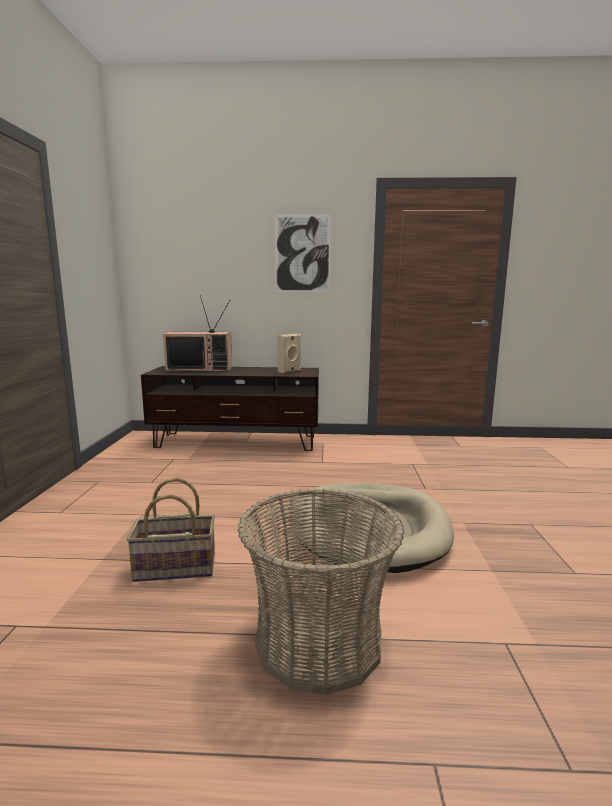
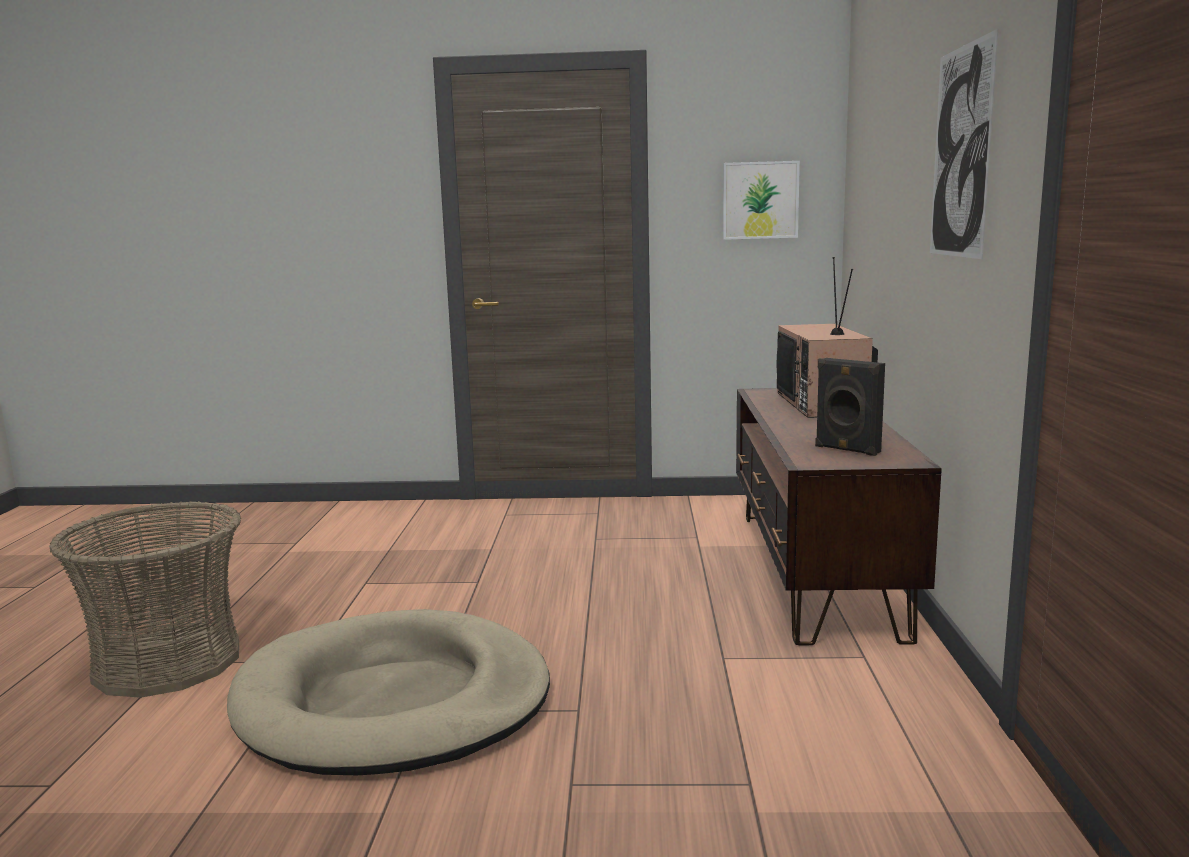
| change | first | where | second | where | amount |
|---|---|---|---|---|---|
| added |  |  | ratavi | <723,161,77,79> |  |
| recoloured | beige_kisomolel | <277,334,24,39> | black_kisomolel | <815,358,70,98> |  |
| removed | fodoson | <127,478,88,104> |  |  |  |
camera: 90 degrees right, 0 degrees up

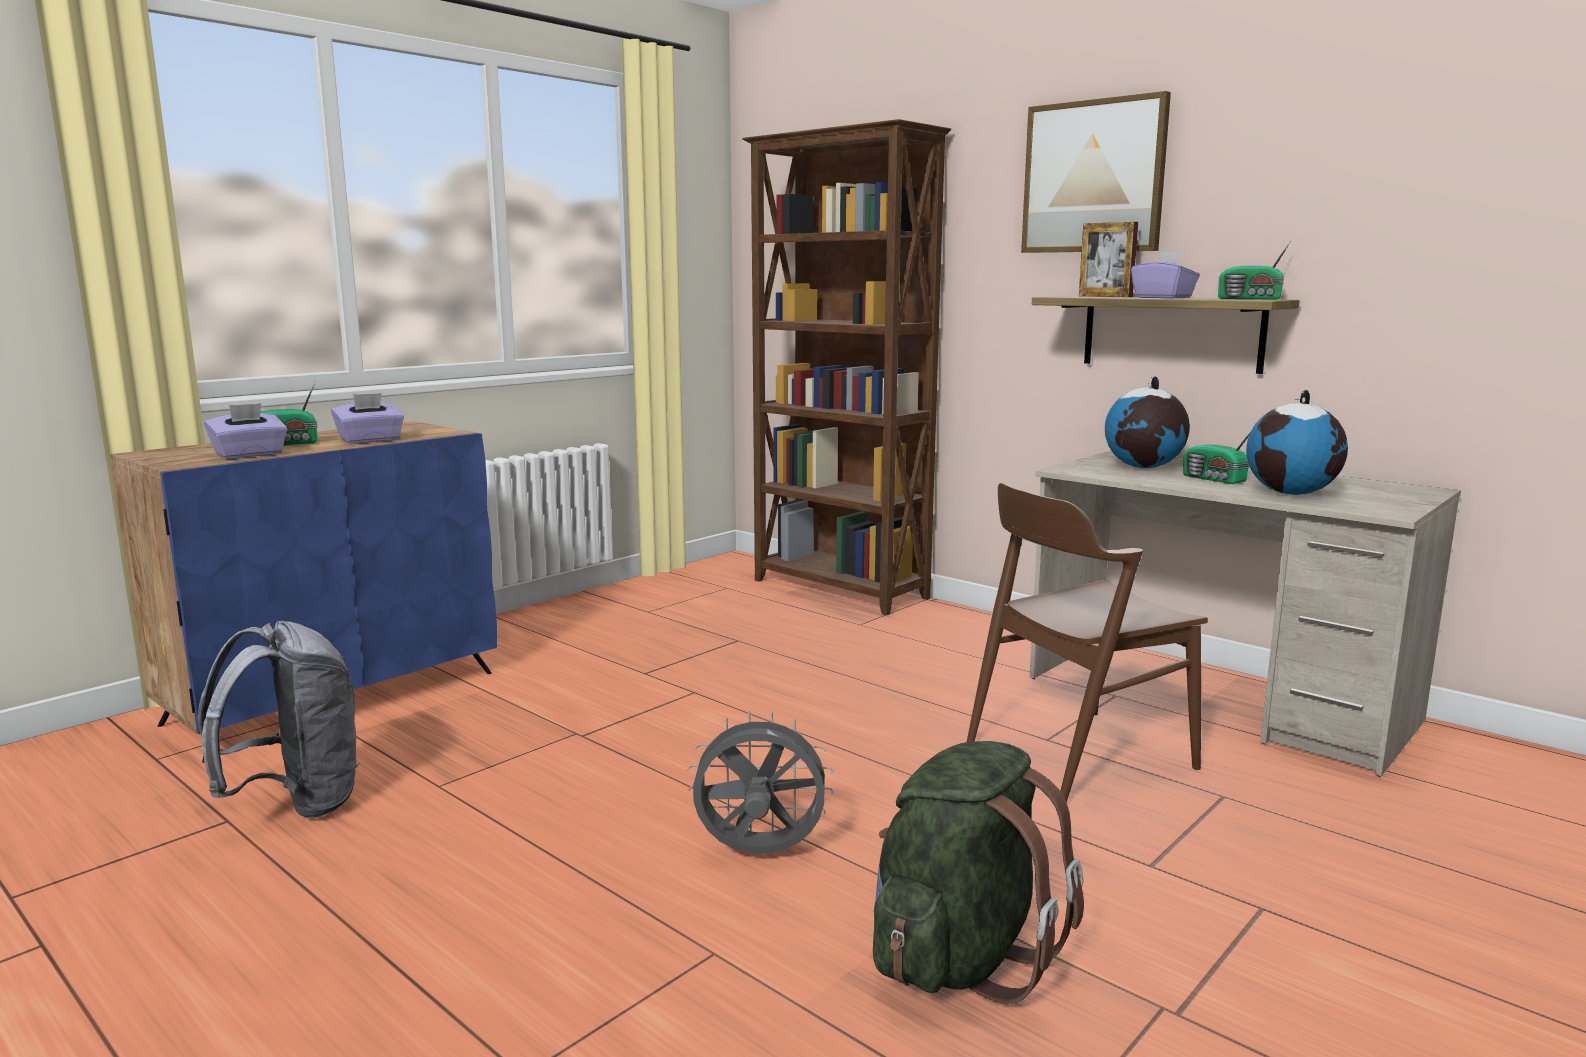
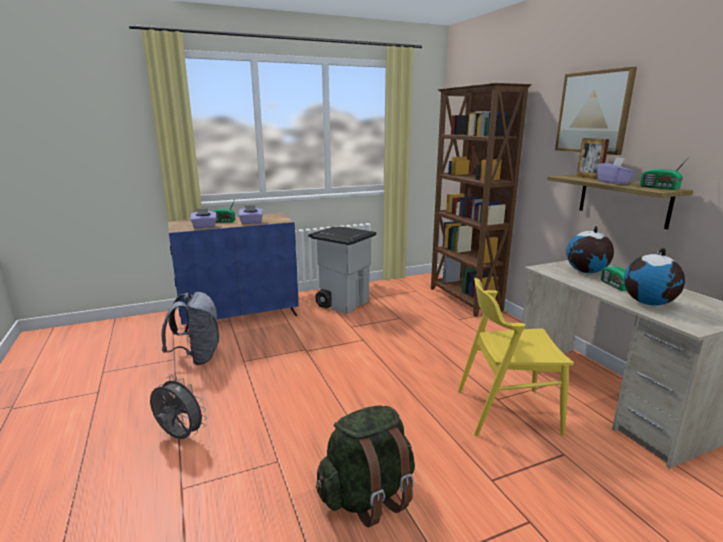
| change | first | where | second | where | amount |
|---|---|---|---|---|---|
| moved | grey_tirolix | <688,711,146,143> |  | <150,376,57,63> |  |
| added |  |  | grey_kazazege | <308,226,68,88> |  |
| recoloured | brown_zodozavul | <967,483,241,320> | yellow_zodozavul | <458,278,116,158> |  |
camera: 25 degrees right, 5 degrees up

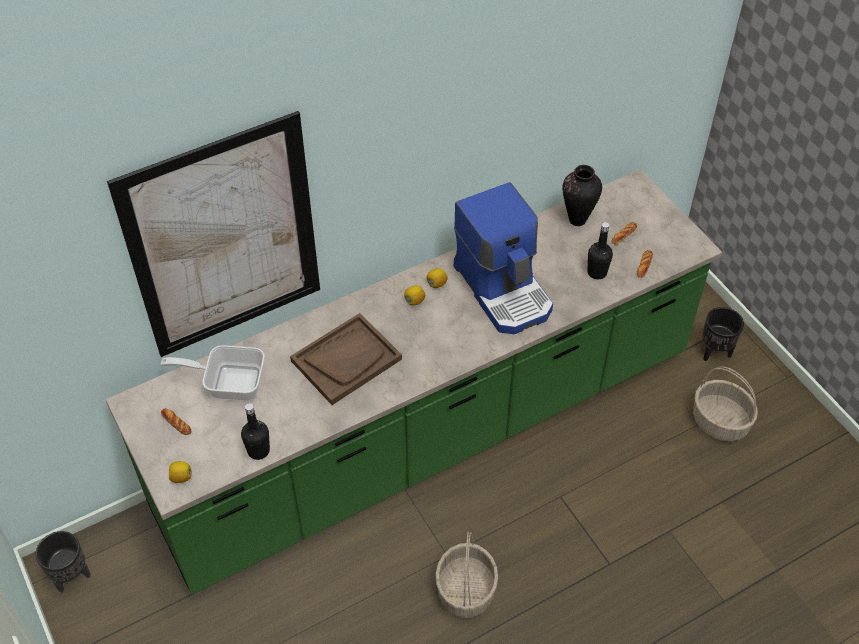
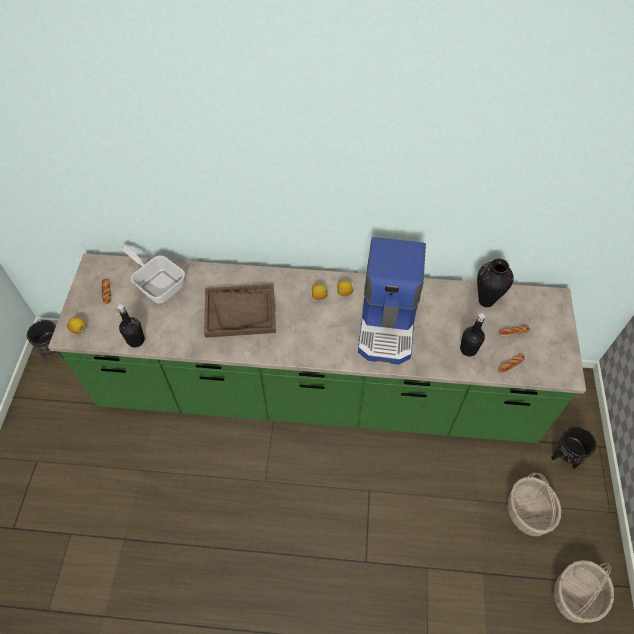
| change | first | where | second | where | amount |
|---|---|---|---|---|---|
| moved | fodoson | <435,532,63,86> |  | <554,560,60,63> |  |
| removed | ratavi | <107,111,213,246> |  |  |  |
camera: 35 degrees right, 5 degrees up

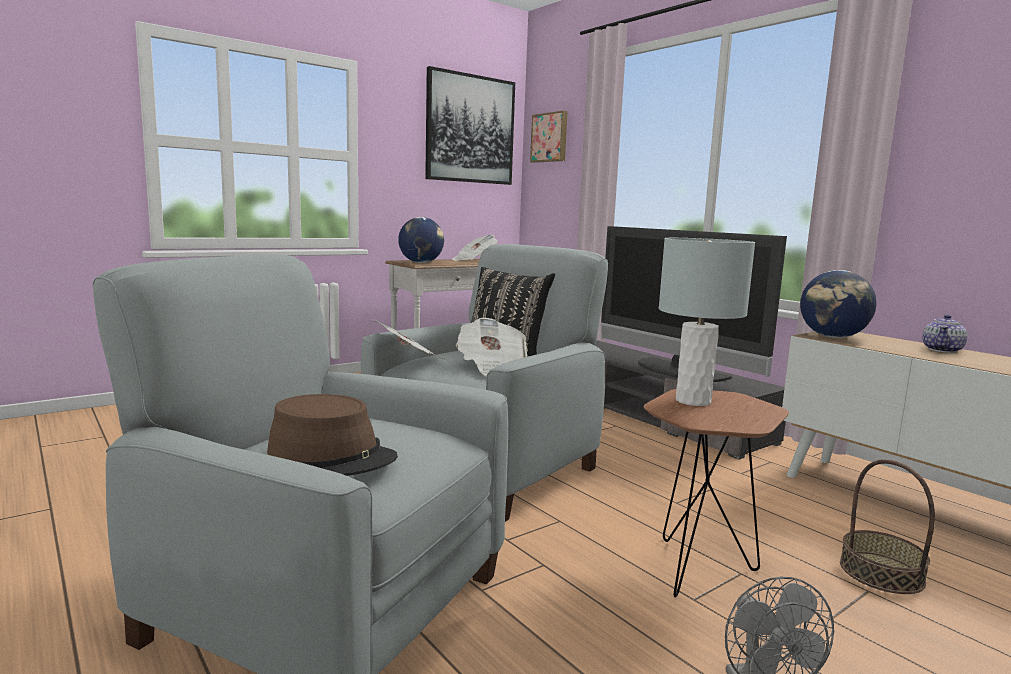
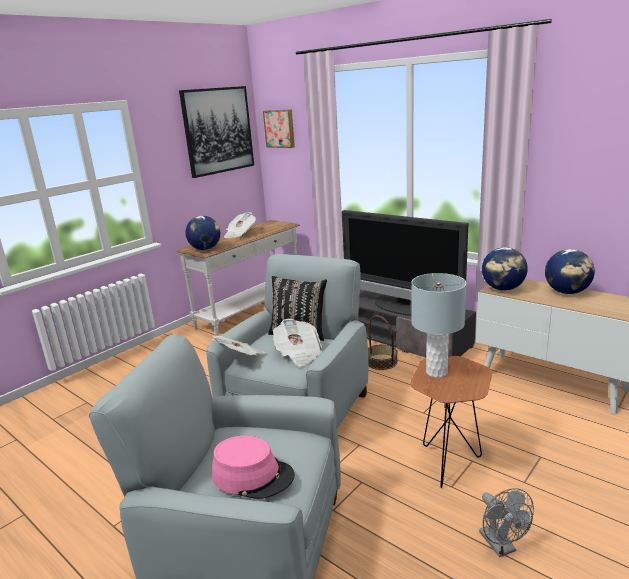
| change | first | where | second | where | amount |
|---|---|---|---|---|---|
| recoloured | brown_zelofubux | <267,394,131,82> | pink_zelofubux | <212,436,83,63> |  |
| moved | fodoson | <840,459,95,135> |  | <368,315,30,55> |  |
| replaced | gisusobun | <923,314,44,39> | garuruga | <545,249,50,45> |  |
camera: 10 degrees left, 10 degrees up

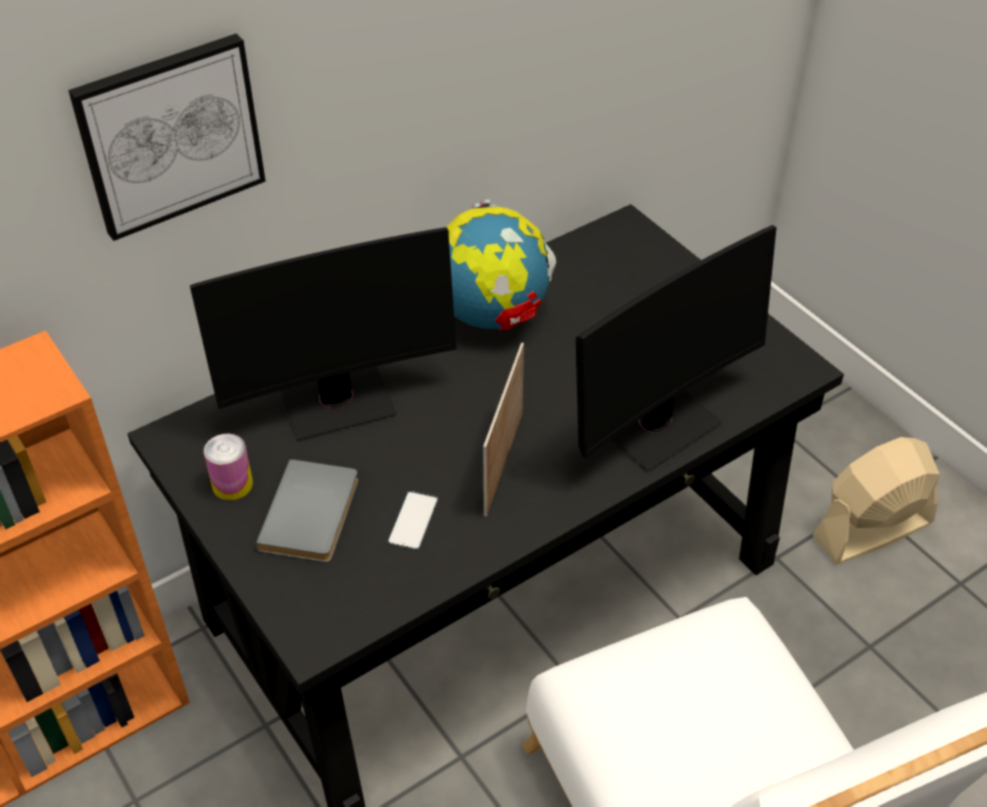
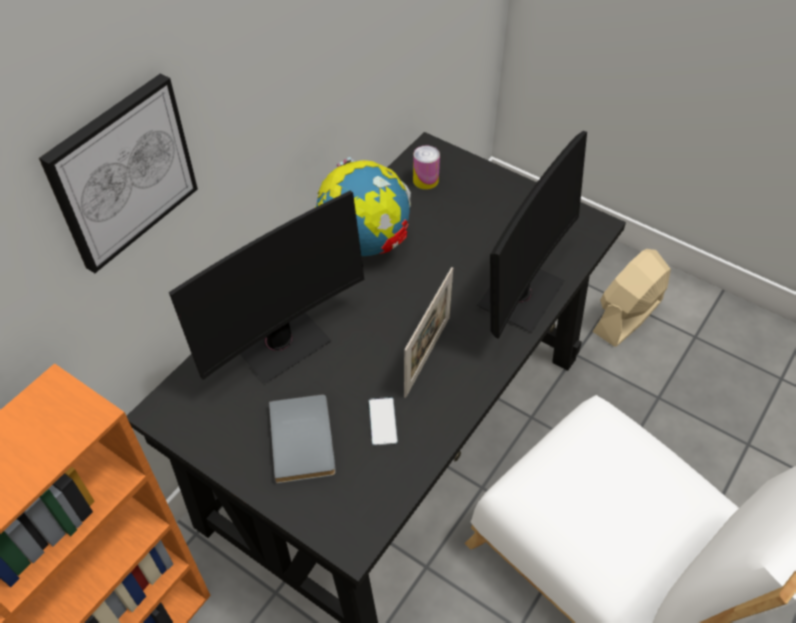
| change | first | where | second | where | amount |
|---|---|---|---|---|---|
| turned | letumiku | <483,343,41,173> |  | <404,267,49,131> | 150 degrees counterclockwise |
| moved | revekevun | <204,434,49,66> |  | <413,146,27,44> |  |
camera: 20 degrees left, 5 degrees up

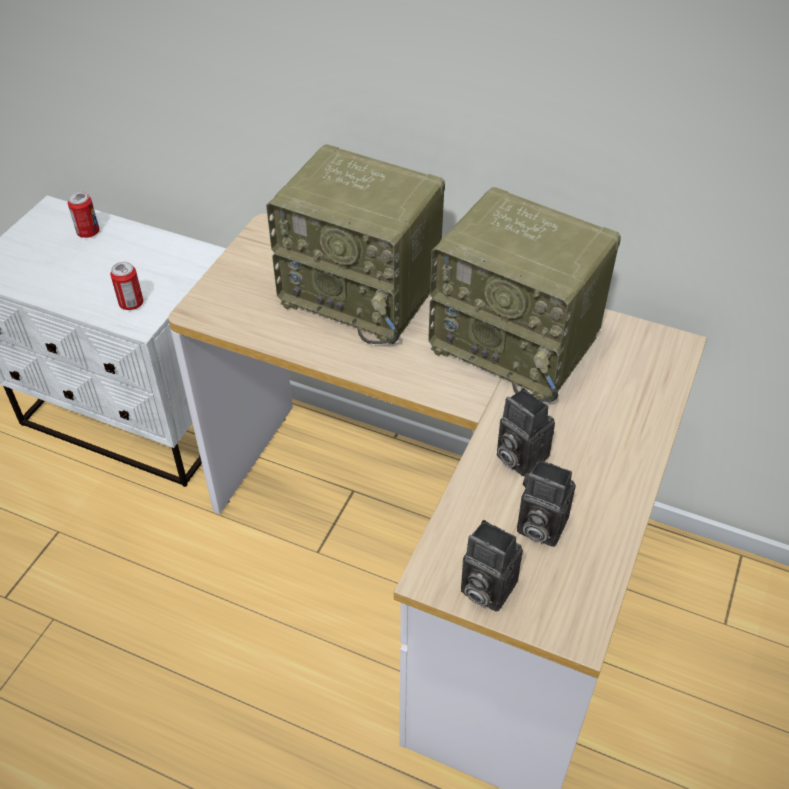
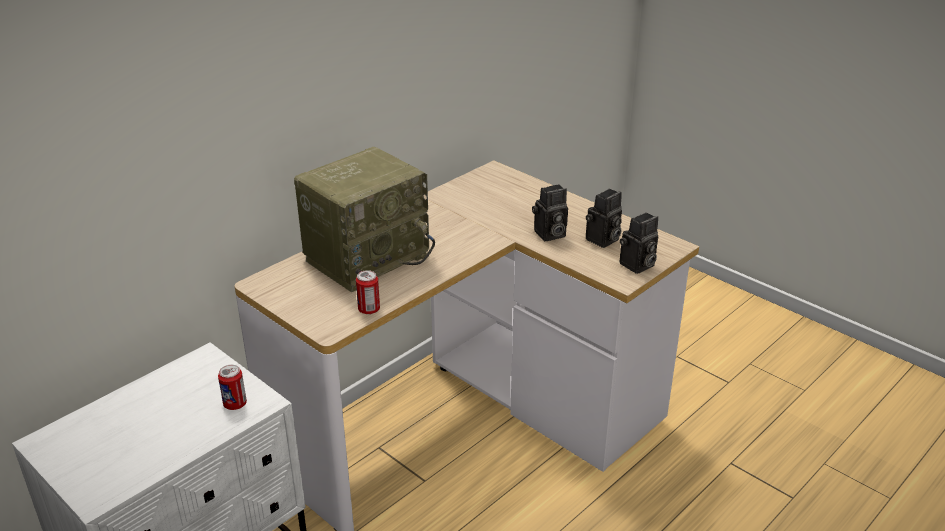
| change | first | where | second | where | amount |
|---|---|---|---|---|---|
| moved | revekevun | <68,192,31,46> |  | <356,270,24,44> |  |
| removed | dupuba | <428,187,193,216> |  |  |  |
camera: 70 degrees left, 15 degrees down

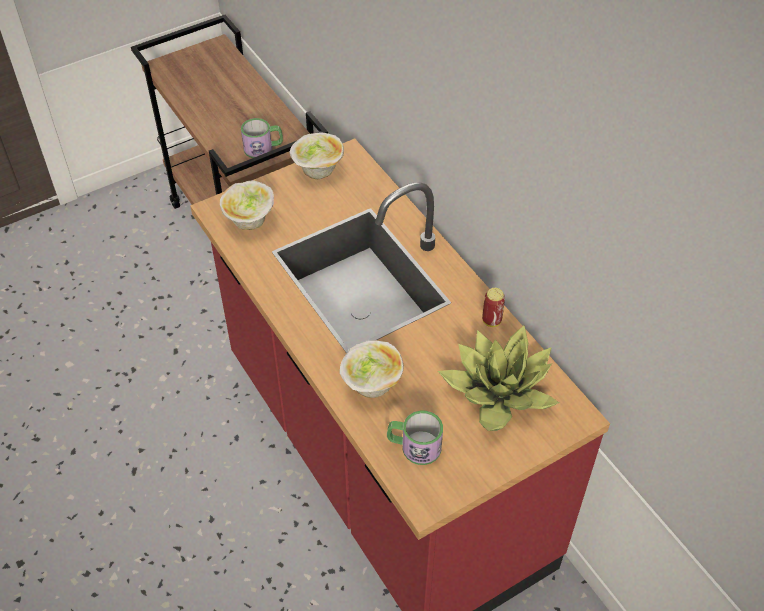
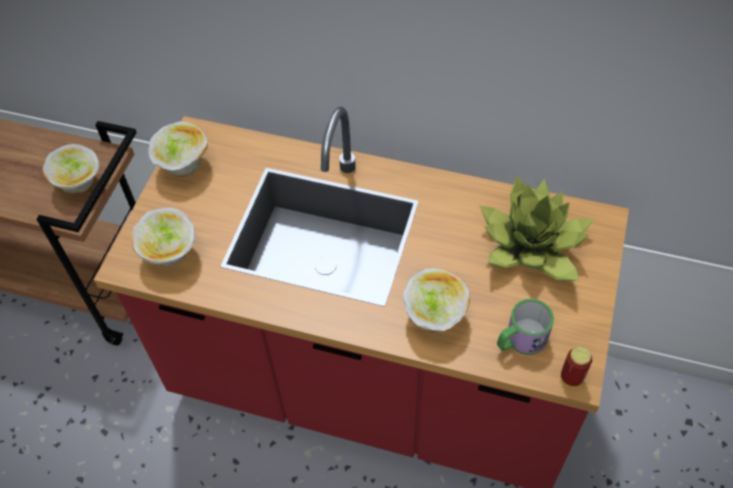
| change | first | where | second | where | amount |
|---|---|---|---|---|---|
| replaced | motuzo | <241,118,42,40> | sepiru | <43,144,56,50> |  |
| moved | revekevun | <482,288,23,39> |  | <561,346,31,41> |  |
camera: 40 degrees left, 5 degrees up

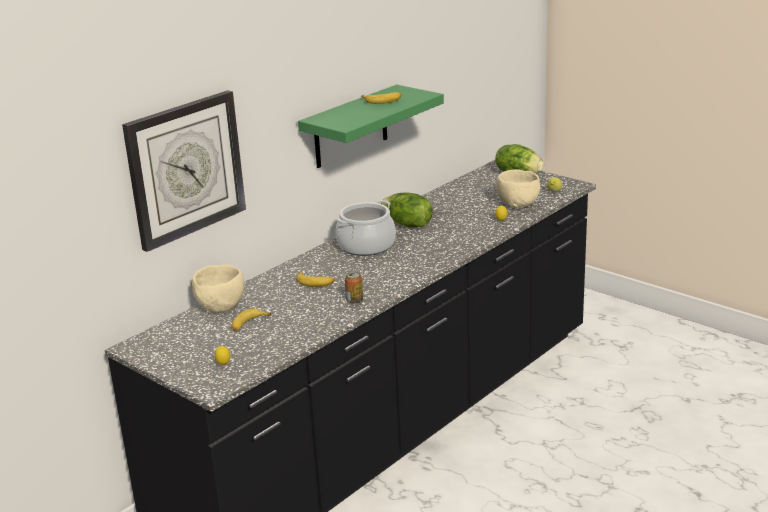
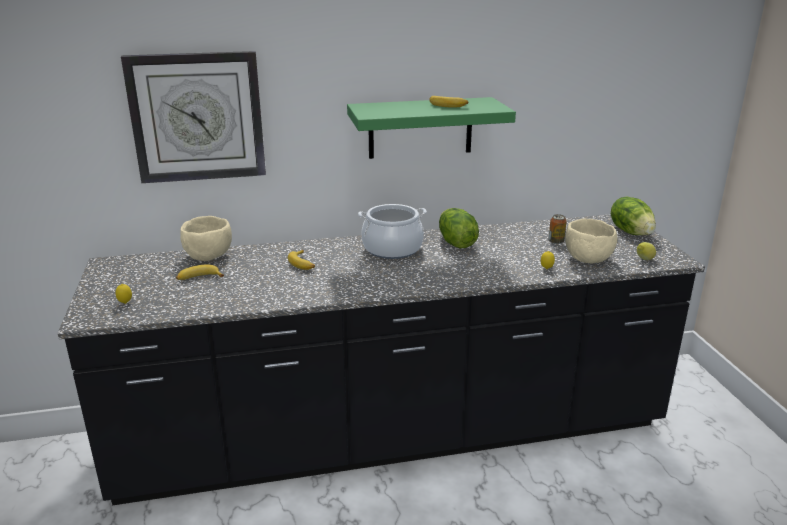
| change | first | where | second | where | amount |
|---|---|---|---|---|---|
| moved | revekevun | <345,271,18,33> |  | <548,214,19,30> |  |
camera: 35 degrees right, 0 degrees up

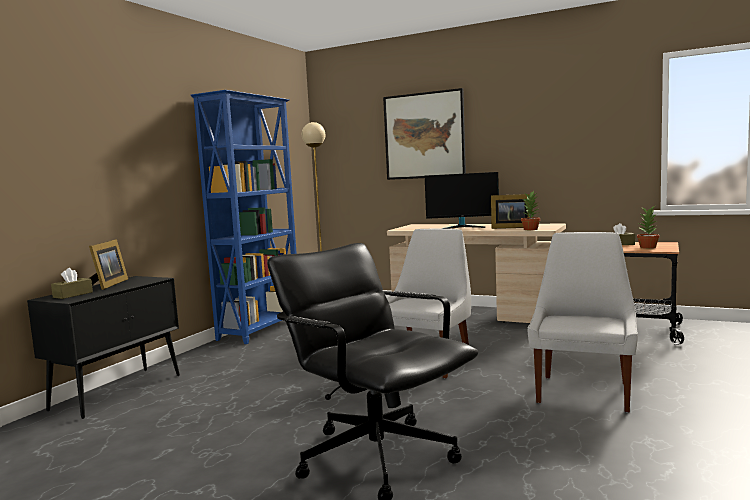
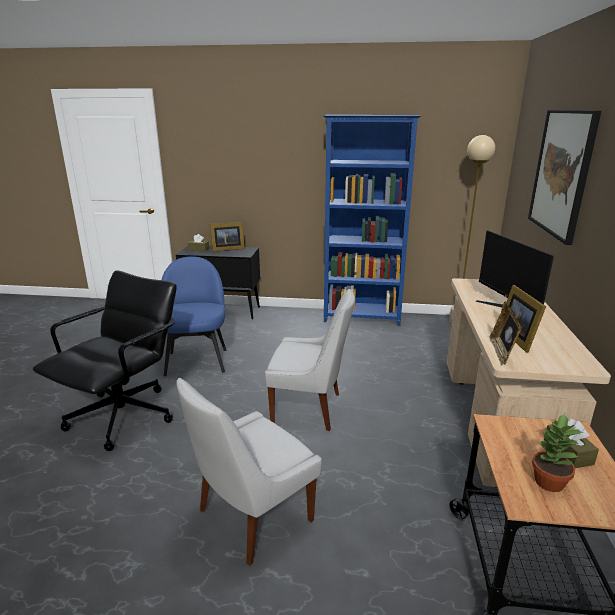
| change | first | where | second | where | amount |
|---|---|---|---|---|---|
| added |  |  | blue_zodozavul | <161,256,66,120> |  |
| turned | white_zodozavul | <528,232,110,180> |  | <176,378,146,188> | 135 degrees clockwise |
| replaced | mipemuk | <521,191,19,39> | letumiku | <489,302,33,63> |  |
camera: 70 degrees right, 15 degrees up

